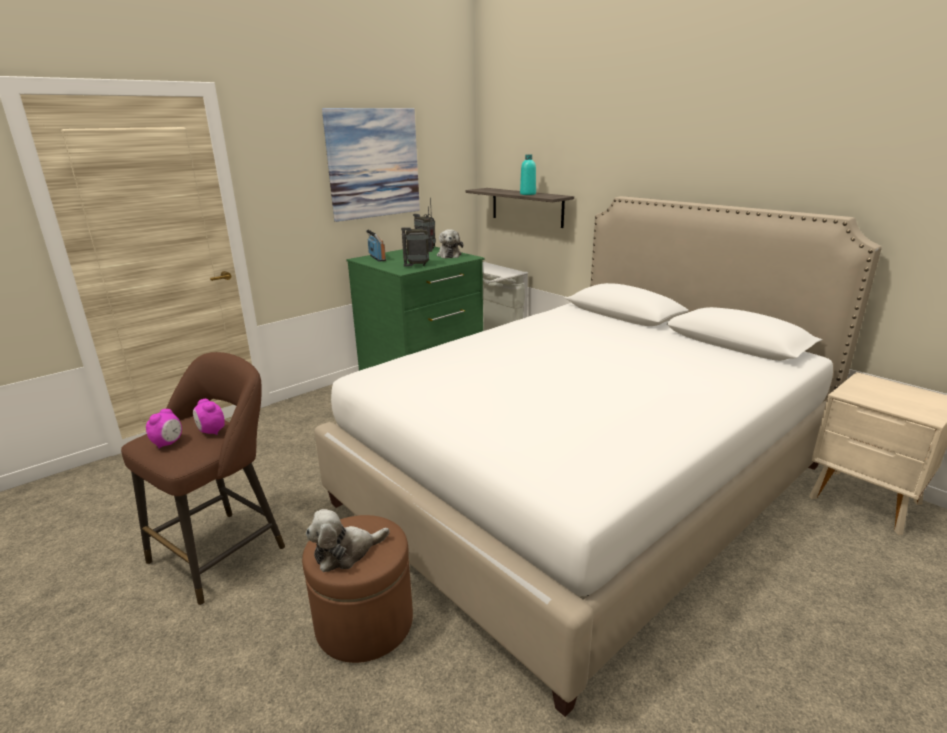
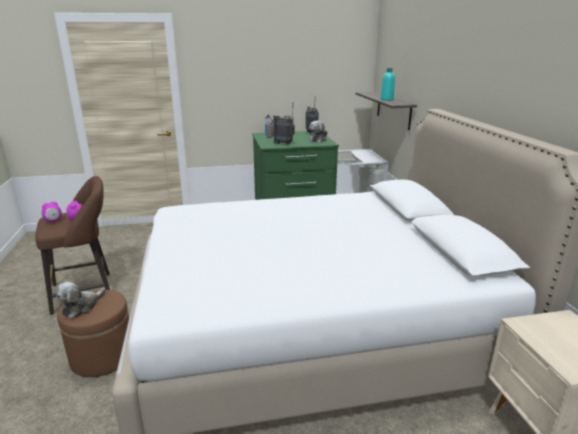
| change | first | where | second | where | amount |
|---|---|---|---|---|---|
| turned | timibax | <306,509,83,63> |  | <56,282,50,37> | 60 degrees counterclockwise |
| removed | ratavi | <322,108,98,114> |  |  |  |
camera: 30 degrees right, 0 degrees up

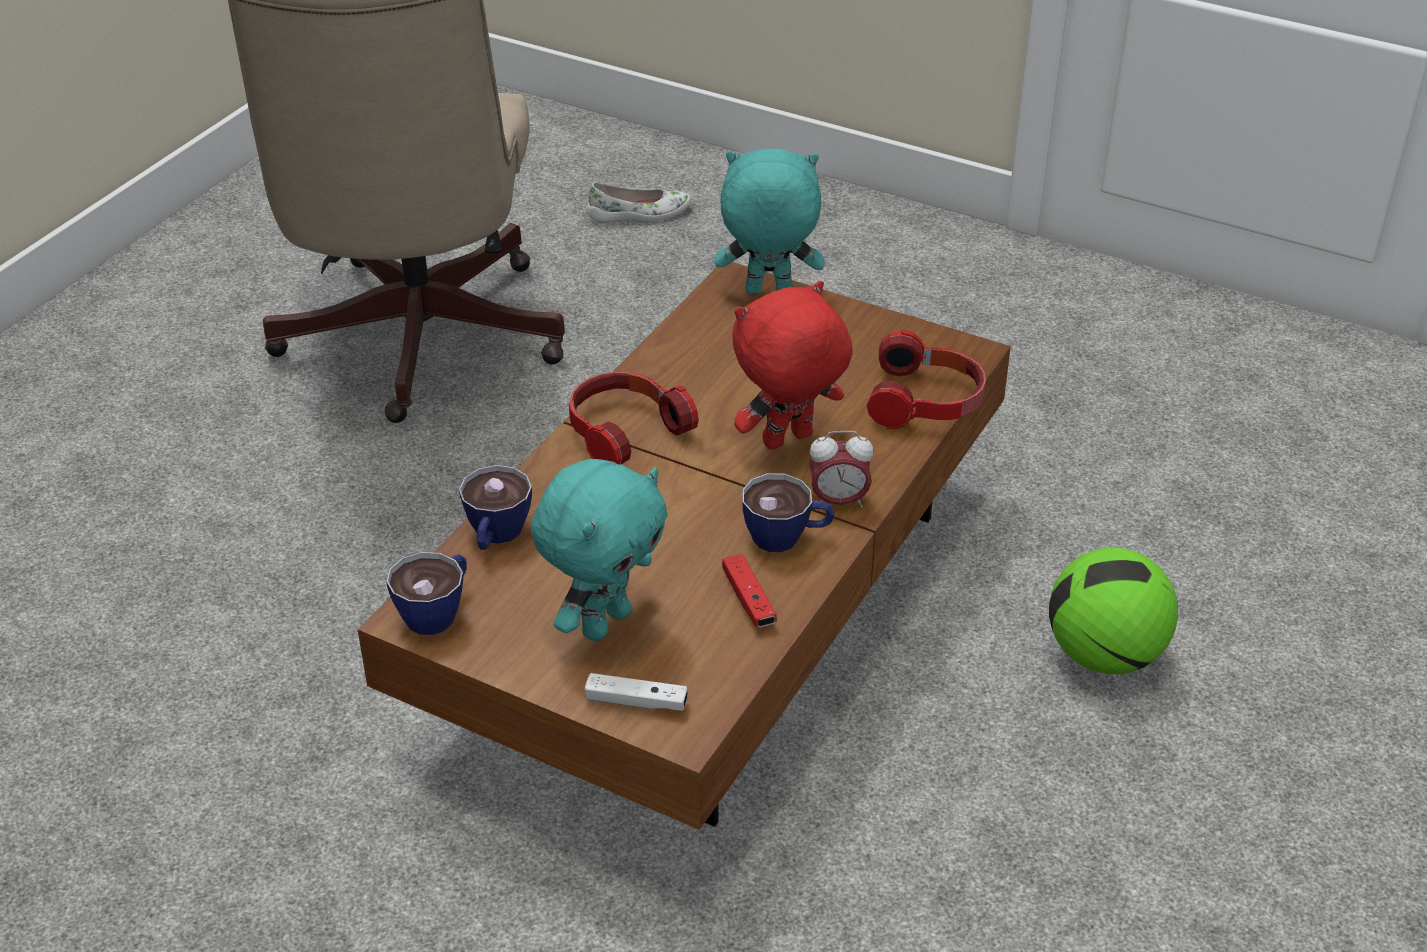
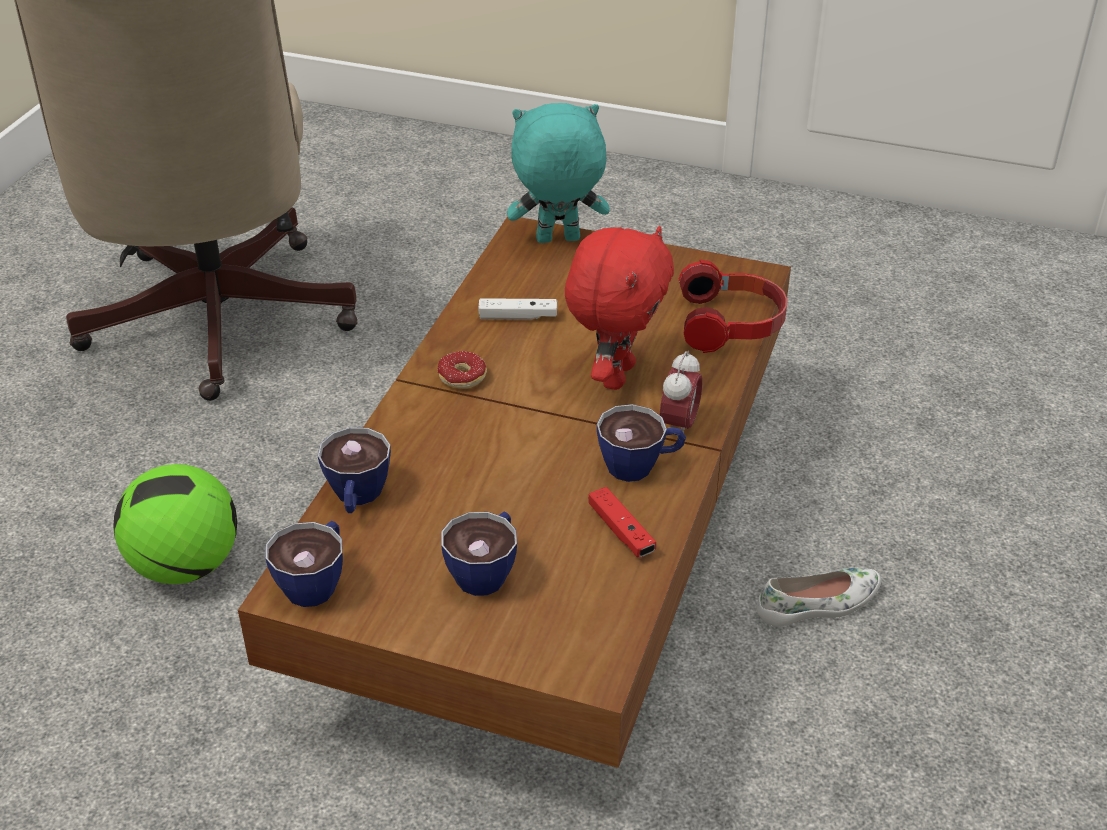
| change | first | where | second | where | amount |
|---|---|---|---|---|---|
| moved | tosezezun | <1049,548,129,126> |  | <113,464,124,120> |  |
| replaced | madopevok | <569,372,130,92> | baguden | <438,351,49,38> |  |
| replaced | turquoise_timibax | <531,459,137,182> | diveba | <441,512,76,84> |  |
| moved | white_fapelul | <585,673,103,38> |  | <478,298,79,22> |  |
| turned | red_timibax | <732,281,121,169> |  | <565,226,109,164> | 150 degrees clockwise |
| turned | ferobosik | <810,431,63,77> |  | <660,351,43,82> | 60 degrees counterclockwise |
| moved | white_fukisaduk | <587,182,104,40> |  | <756,568,125,59> |  |
camera: 10 degrees left, 0 degrees up

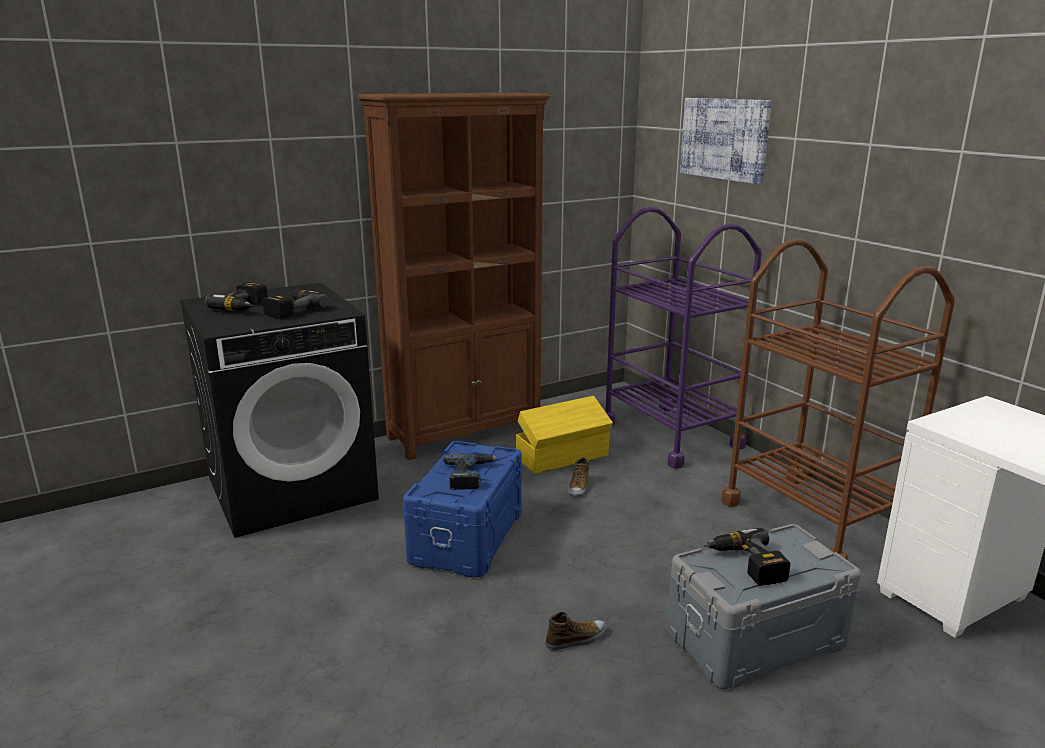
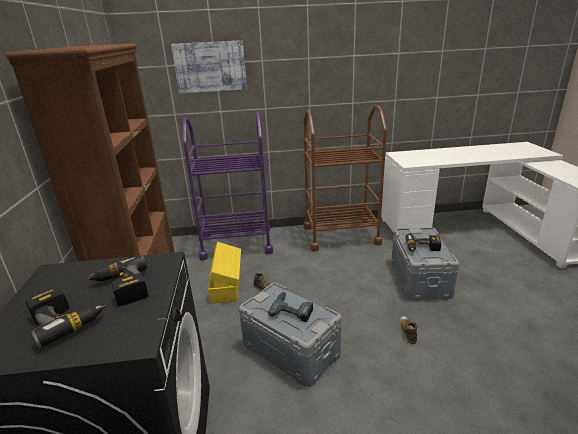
| change | first | where | second | where | amount |
|---|---|---|---|---|---|
| recoloured | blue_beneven | <403,441,119,136> | grey_beneven | <239,283,102,104> |  |
camera: 65 degrees left, 5 degrees up

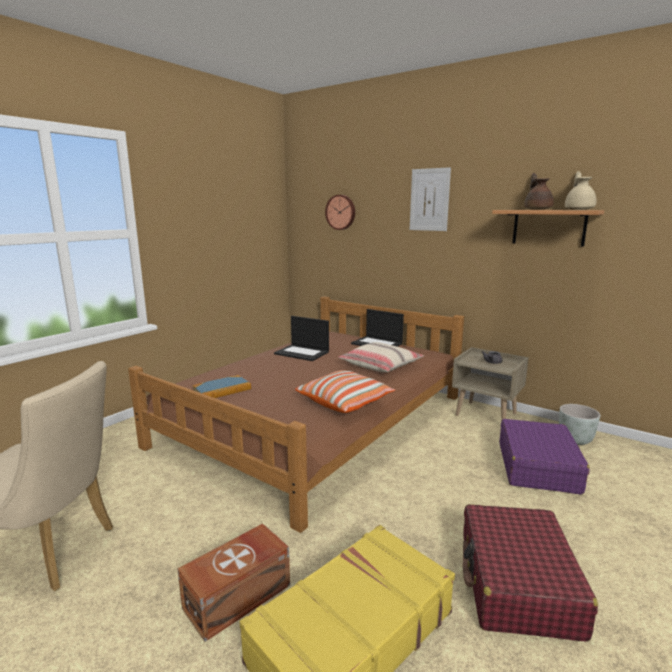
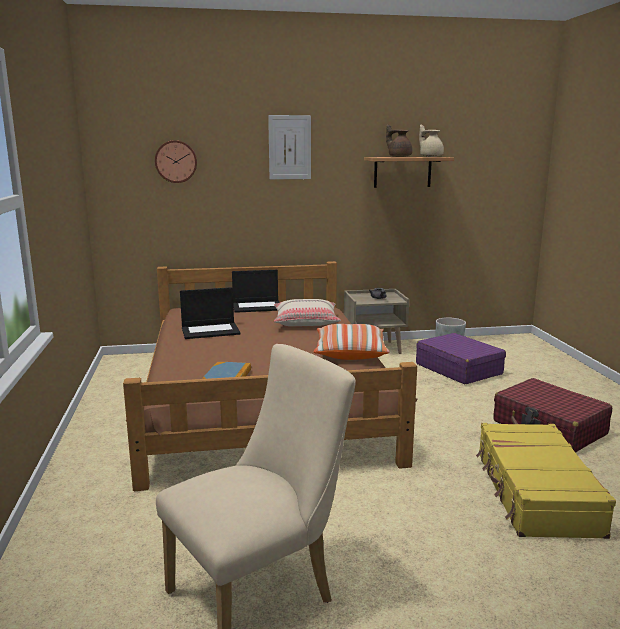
| change | first | where | second | where | amount |
|---|---|---|---|---|---|
| removed | brown_beneven | <177,523,113,119> |  |  |  |
camera: 45 degrees left, 0 degrees up

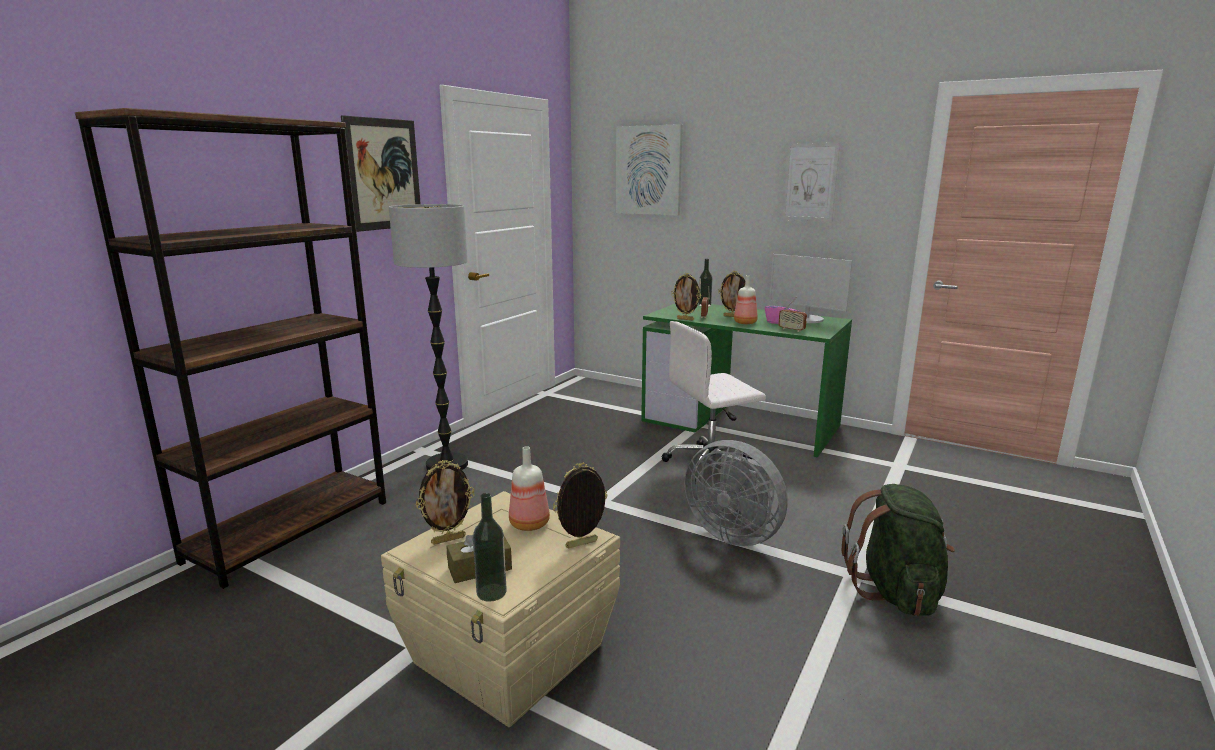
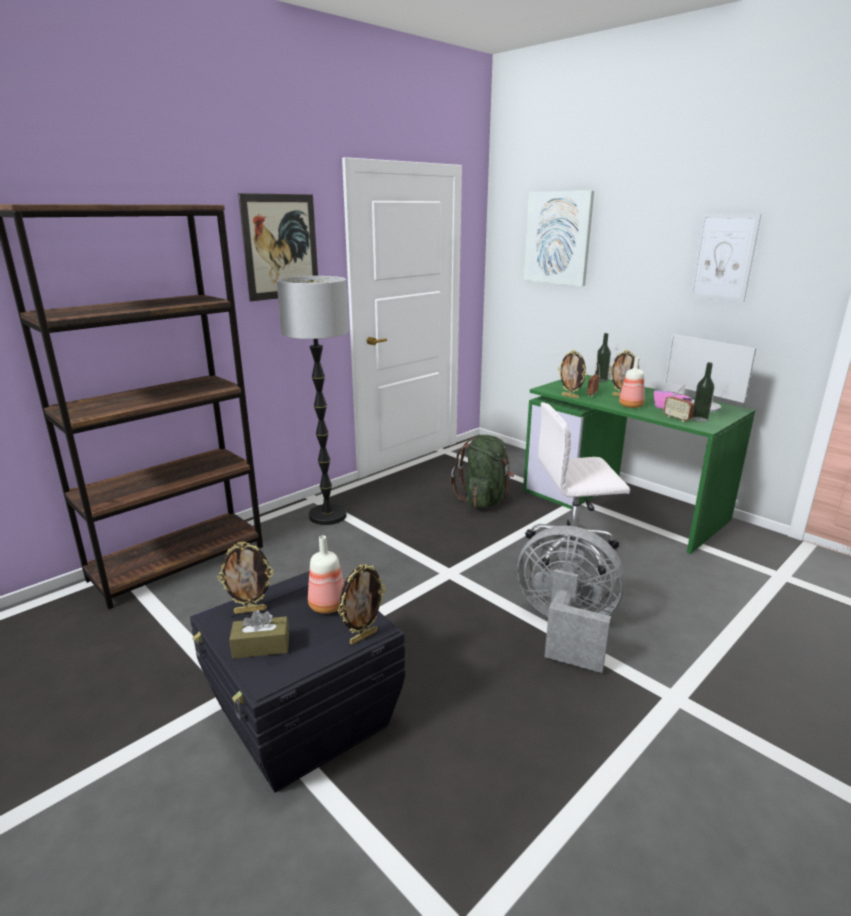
| change | first | where | second | where | amount |
|---|---|---|---|---|---|
| recoloured | beige_beneven | <381,491,239,236> | black_beneven | <190,571,215,222> |  |
| turned | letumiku | <553,463,54,86> |  | <338,564,48,81> | 150 degrees clockwise |
| moved | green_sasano | <842,484,113,132> |  | <451,435,63,73> |  |
| turned | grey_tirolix | <685,440,103,107> |  | <517,526,108,147> | 150 degrees clockwise |
| moved | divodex | <473,493,34,109> |  | <692,362,22,60> |  |
camera: 15 degrees right, 5 degrees up

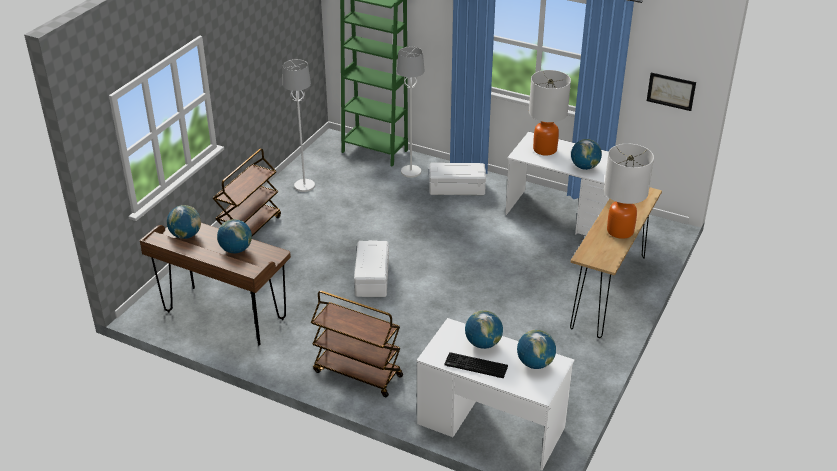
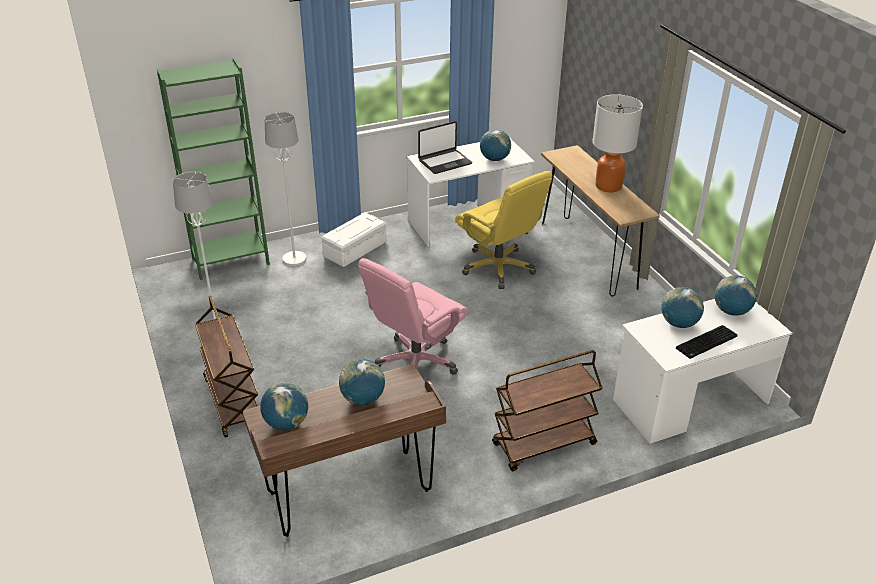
| change | first | where | second | where | amount |
|---|---|---|---|---|---|
| replaced | white_beneven | <354,240,35,57> | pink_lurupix | <358,258,110,117> |  |
| replaced | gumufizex | <529,70,42,86> | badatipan | <418,121,54,53> |  |
| added |  |  | yellow_lurupix | <455,171,97,118> |  |
| removed | ratavi | <647,73,49,38> |  |  |  |
camera: 50 degrees left, 0 degrees up

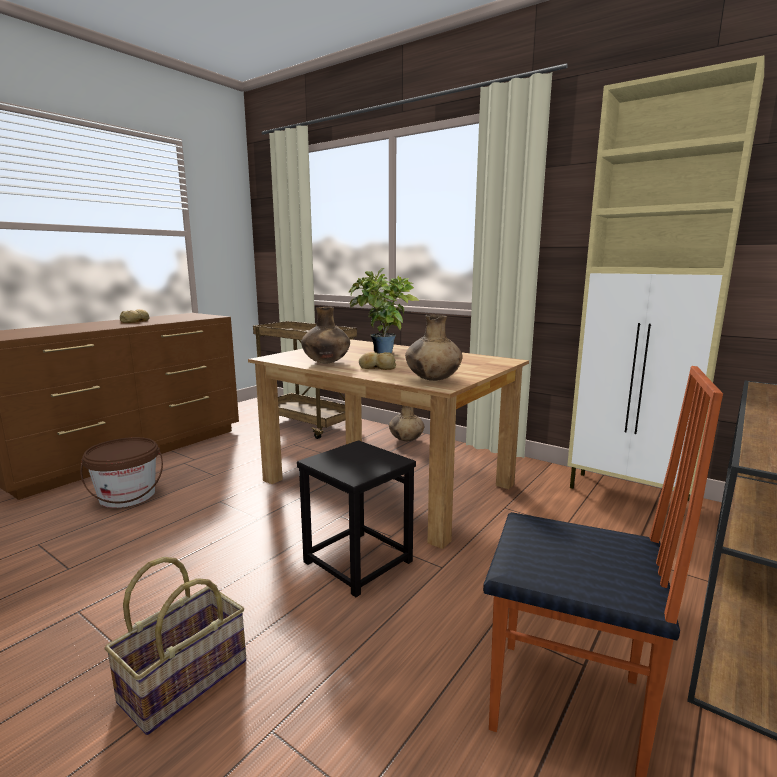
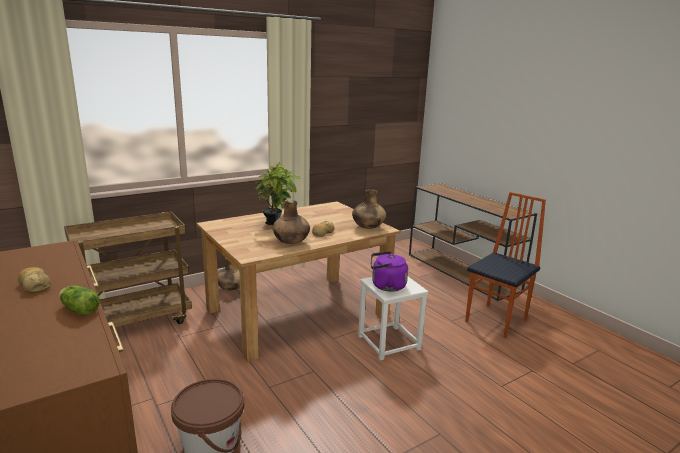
| change | first | where | second | where | amount |
|---|---|---|---|---|---|
| added |  |  | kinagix | <59,285,41,30> |  |
| recoloured | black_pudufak | <297,440,119,157> | white_pudufak | <358,277,70,83> |  |
| added |  |  | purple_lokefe | <371,251,37,41> |  |
| removed | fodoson | <104,557,142,178> |  |  |  |
| removed | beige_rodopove | <567,55,197,446> |  |  |  |
camera: 70 degrees left, 5 degrees up

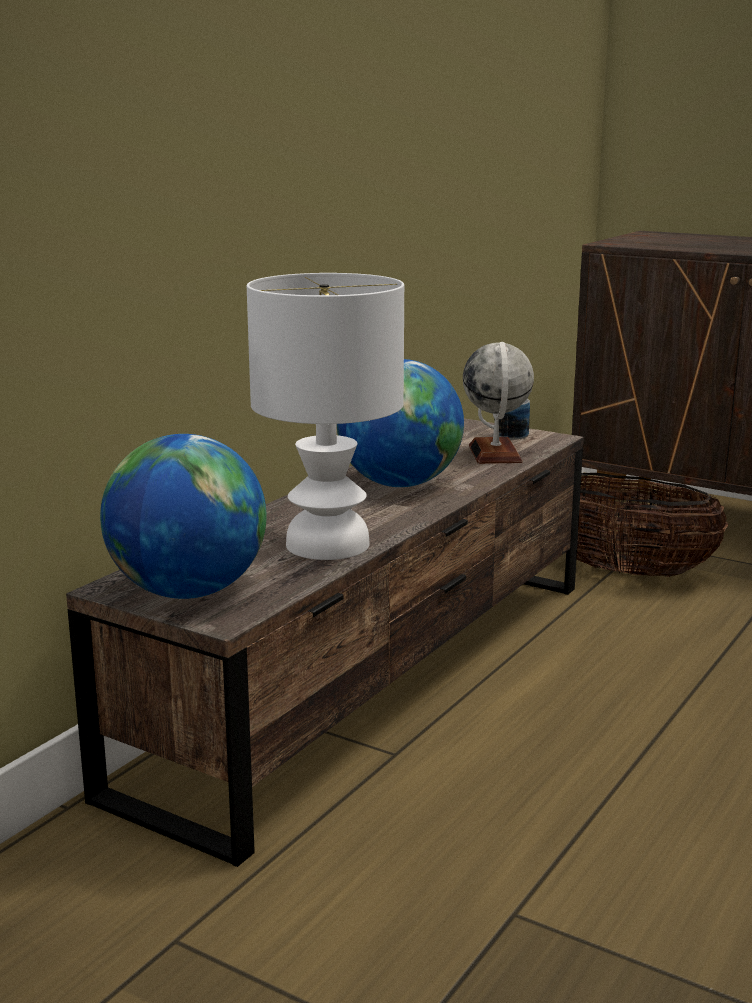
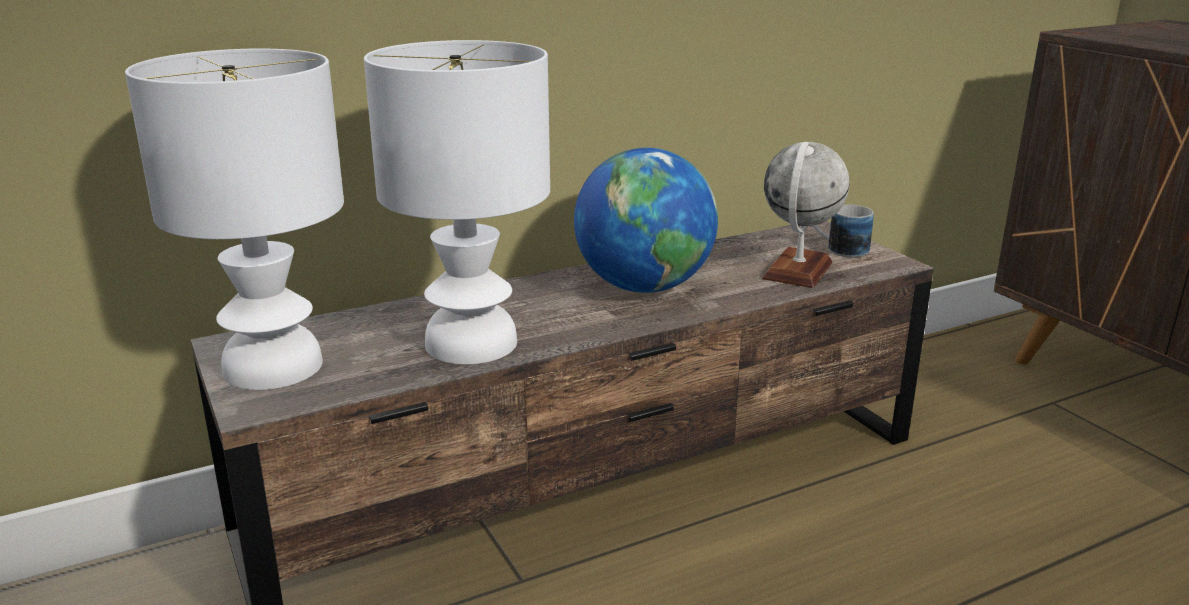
| change | first | where | second | where | amount |
|---|---|---|---|---|---|
| replaced | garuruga | <100,434,166,165> | white_gumufizex | <125,49,219,341> |  |
| removed | fodoson | <576,473,153,104> |  |  |  |
camera: 30 degrees right, 5 degrees up

